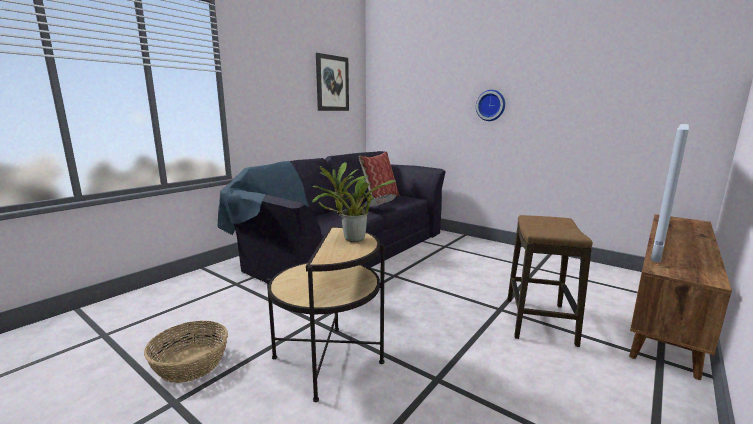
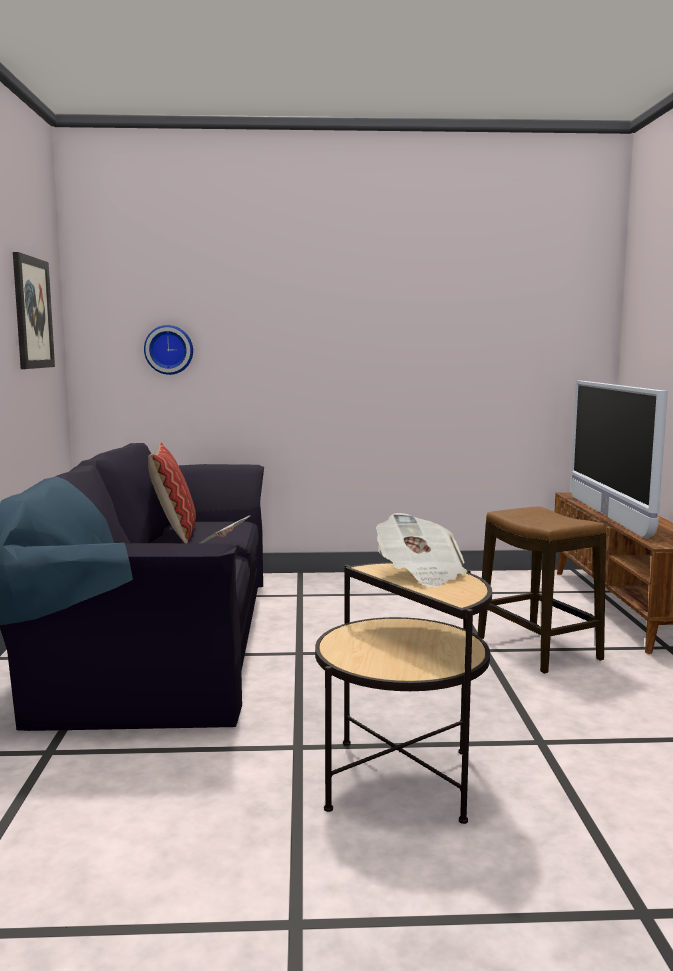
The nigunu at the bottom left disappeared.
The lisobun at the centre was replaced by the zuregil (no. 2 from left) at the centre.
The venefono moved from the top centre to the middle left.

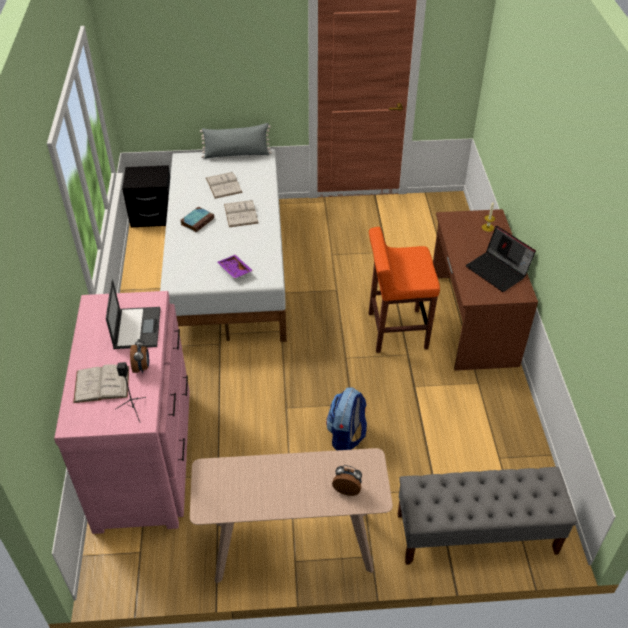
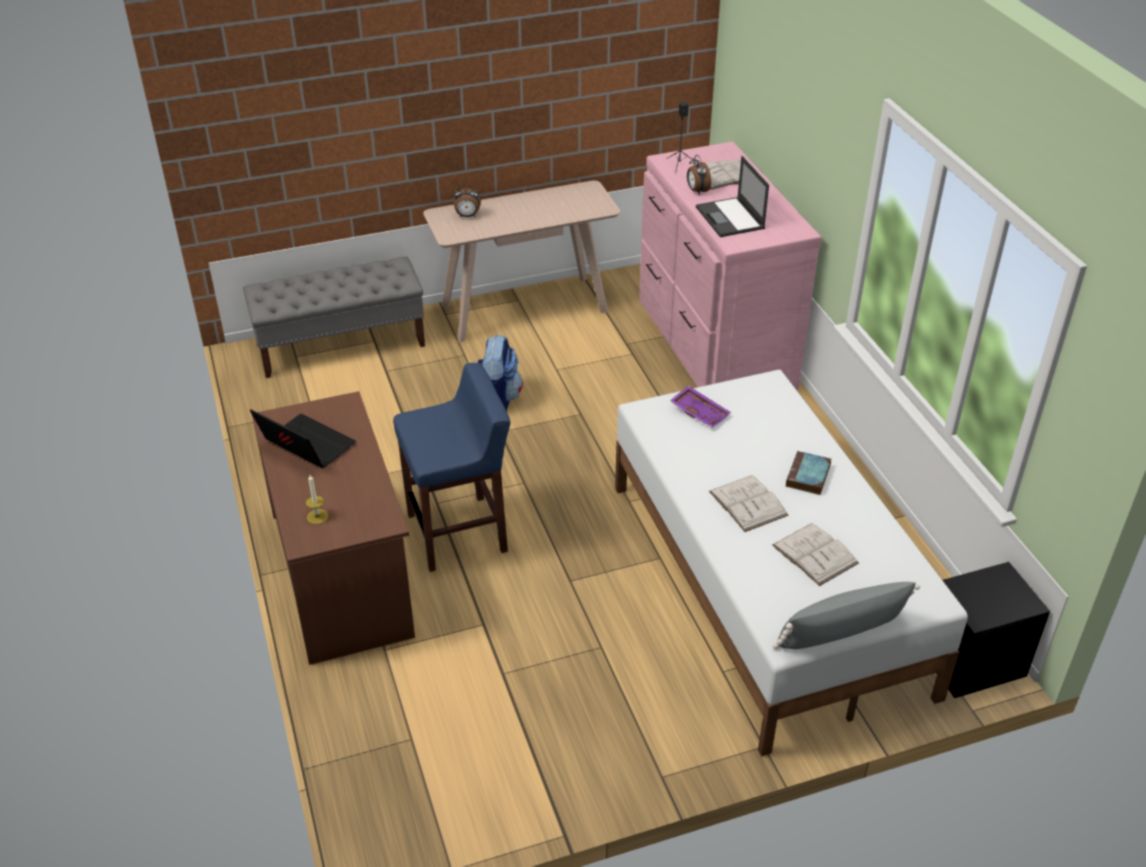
The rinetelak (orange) at the centre became the rinetelak (blue) at the centre.

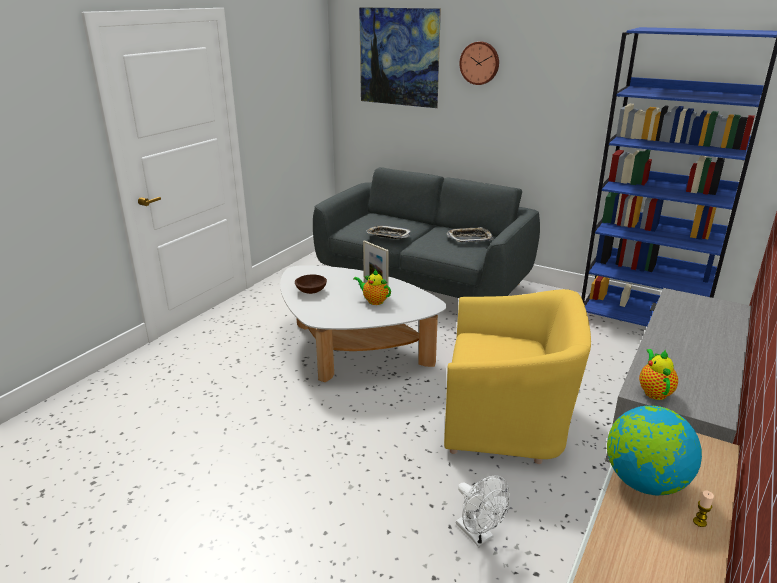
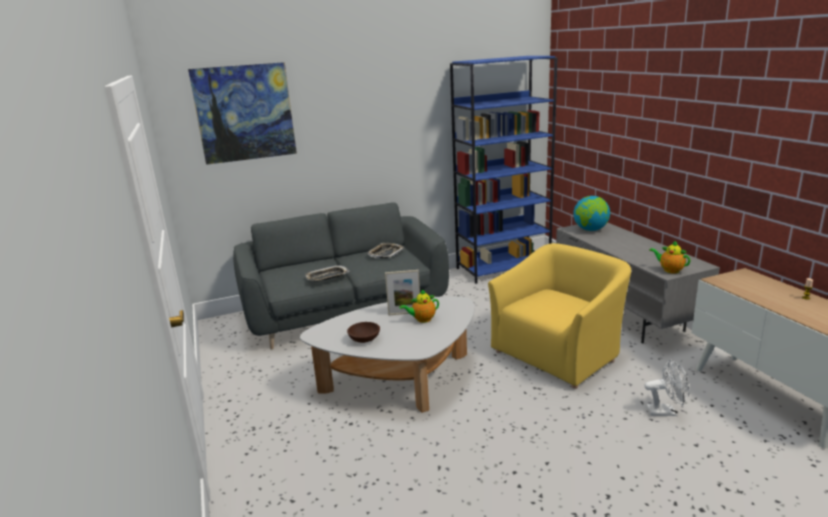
The venefono at the top centre disappeared.
The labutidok moved from the bottom right to the middle right.

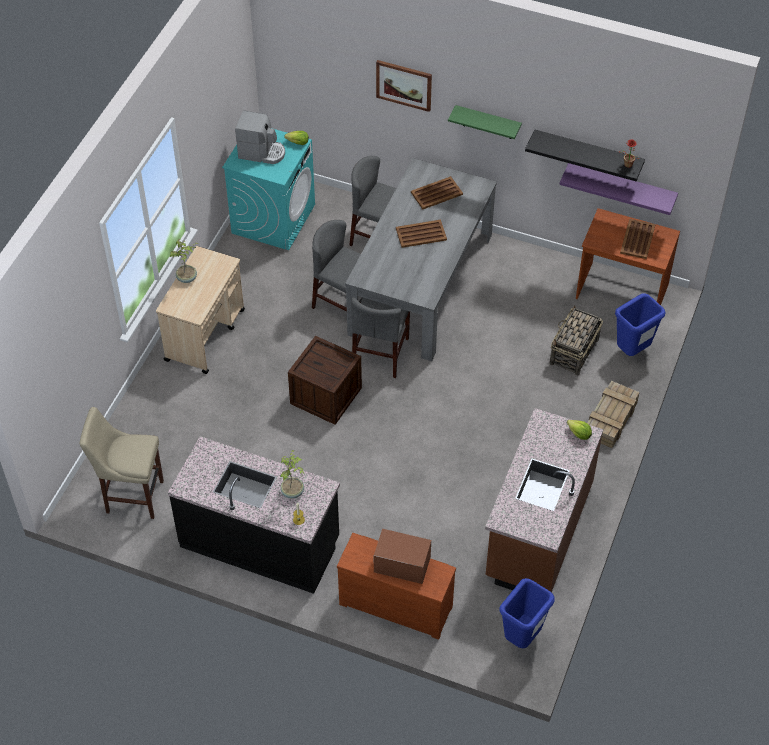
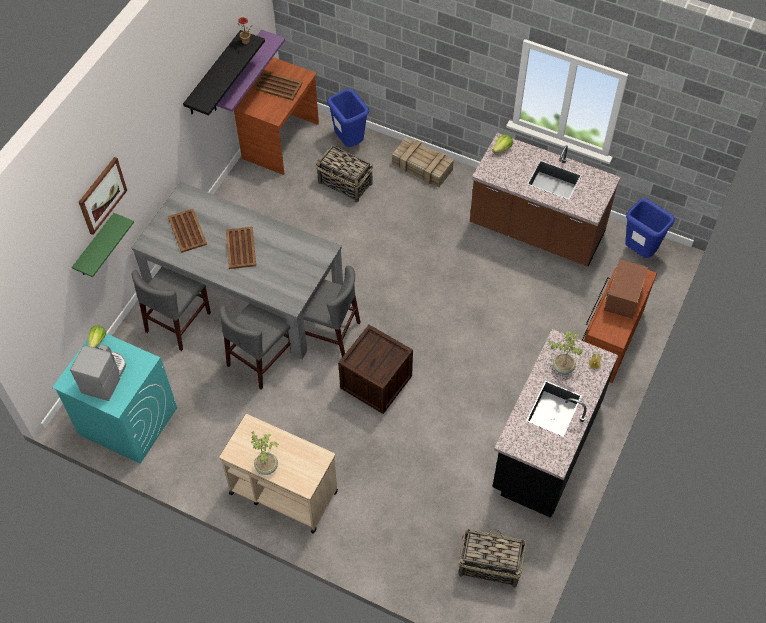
The rinetelak (beige) at the middle left was replaced by the nigunu (no. 2 from left) at the bottom centre.
The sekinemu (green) moved from the top centre to the middle left.

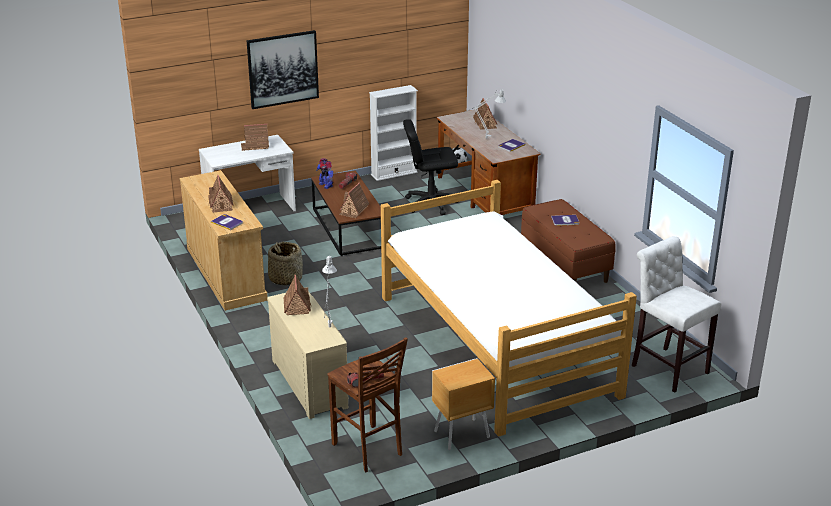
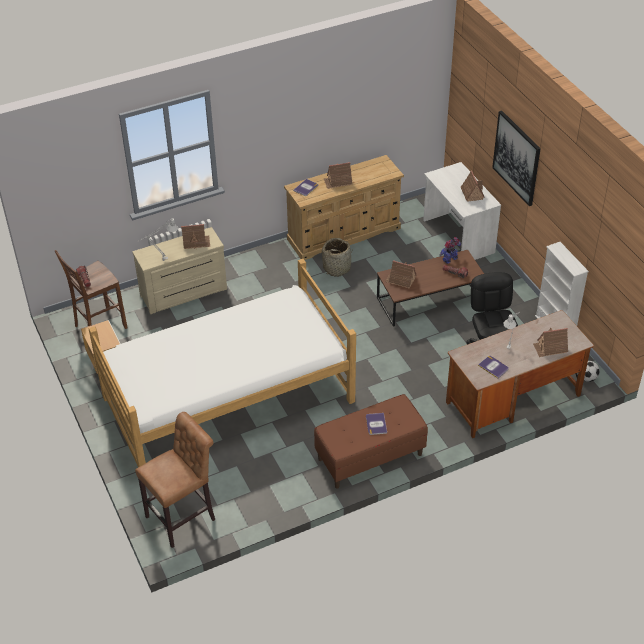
The rinetelak (white) at the middle right became the rinetelak (brown) (no. 2 from left) at the bottom left.

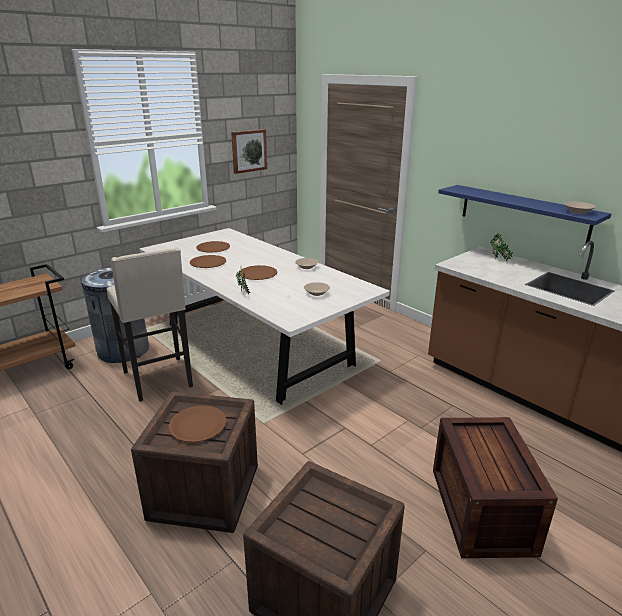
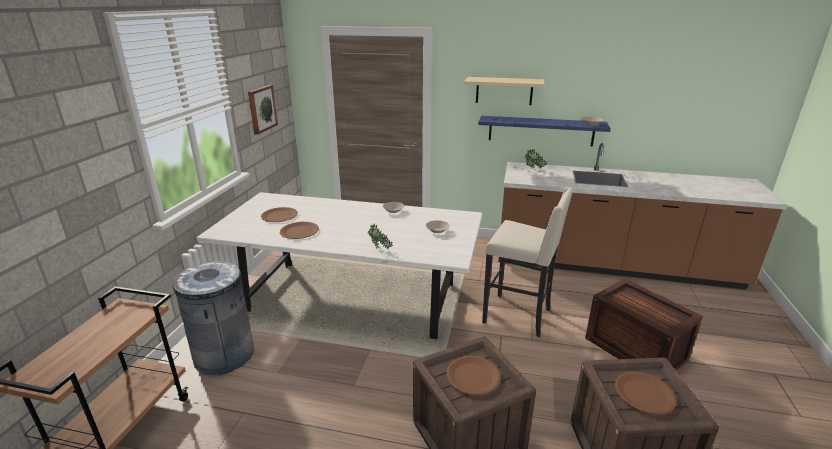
The rinetelak (beige) moved from the middle left to the centre.
The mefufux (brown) (no. 4 from left) moved from the centre to the bottom right.
The sekinemu (beige) at the top centre appeared.

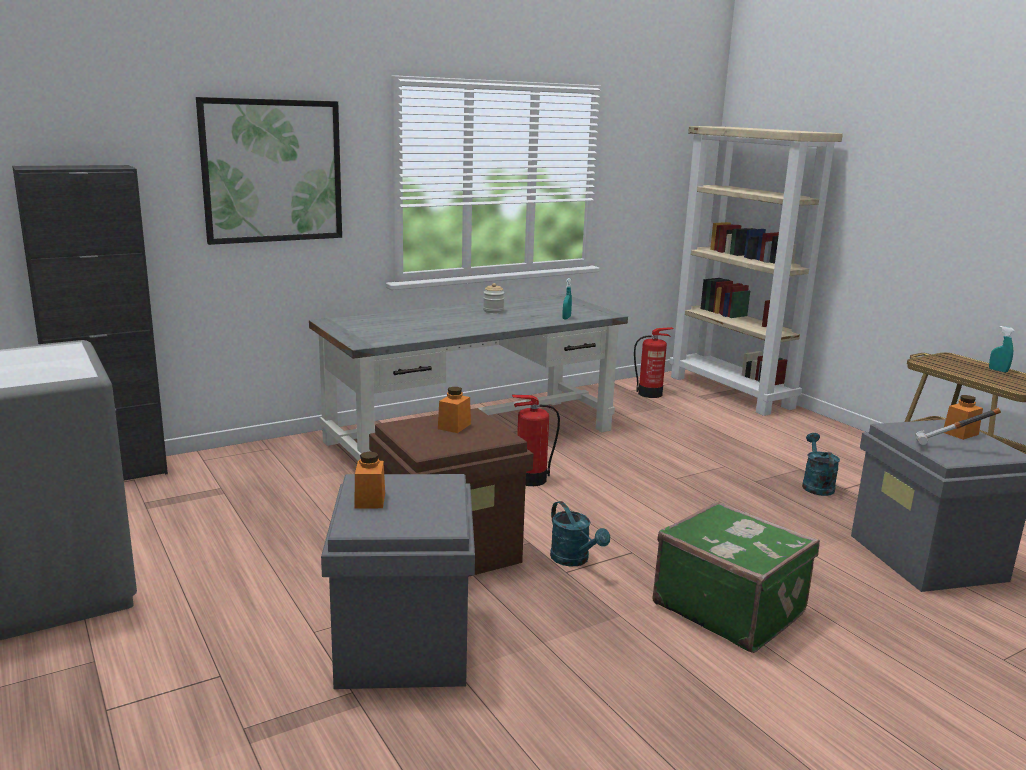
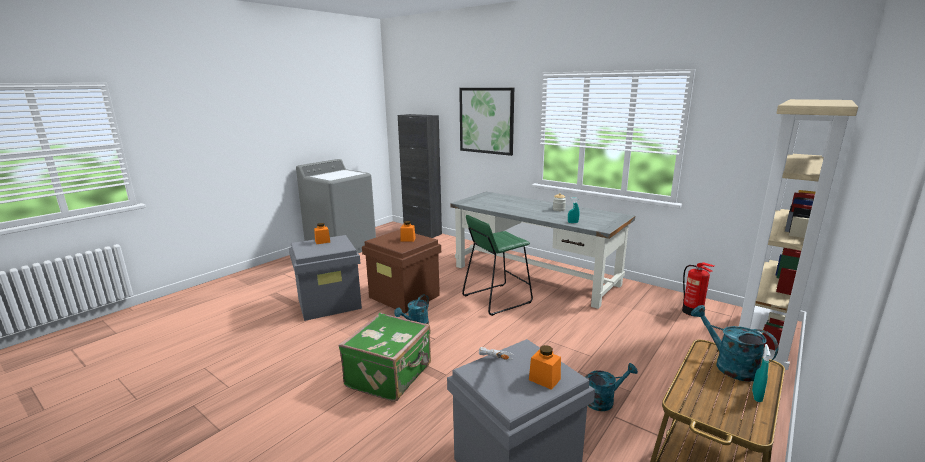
The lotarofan (no. 1 from left) at the centre was replaced by the rinetelak (green) at the centre.
The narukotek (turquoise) (no. 3 from left) at the bottom right appeared.

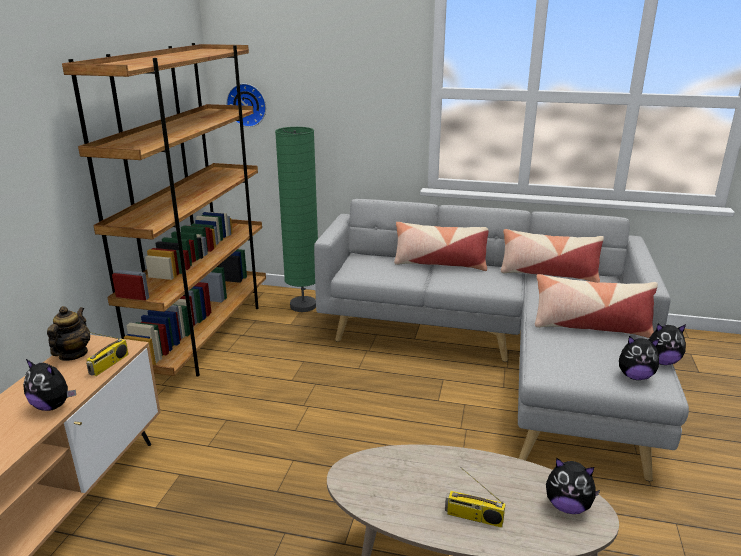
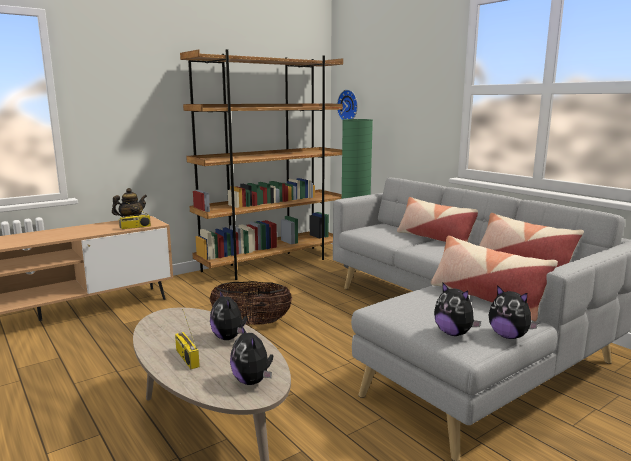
The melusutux (no. 1 from left) moved from the bottom left to the bottom centre.
The nigunu at the centre appeared.

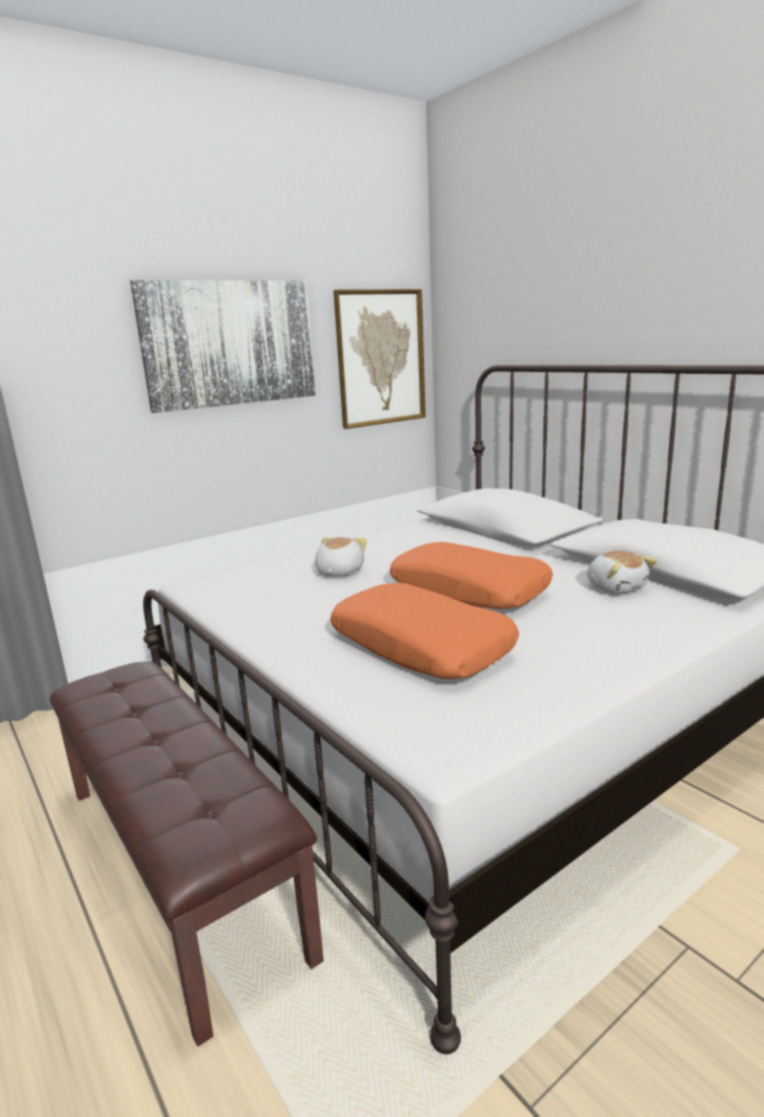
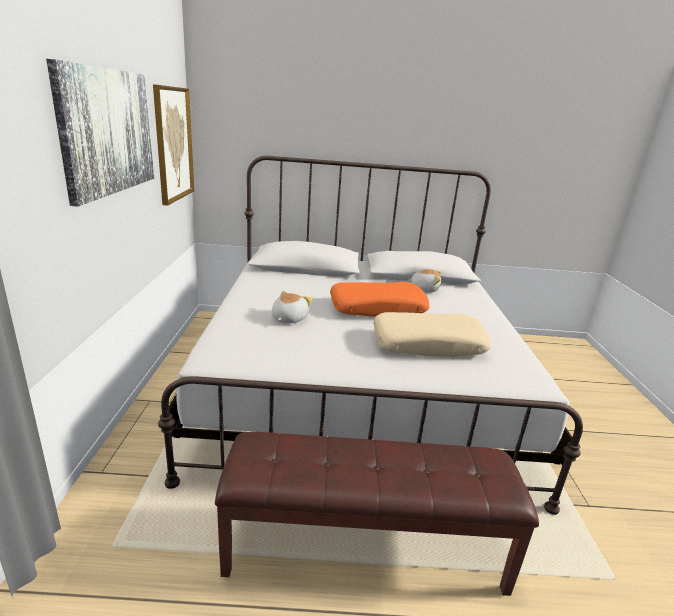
The melusutux (no. 1 from left) at the centre turned 60 degrees clockwise.
The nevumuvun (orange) (no. 1 from left) at the centre became the nevumuvun (beige) at the centre.

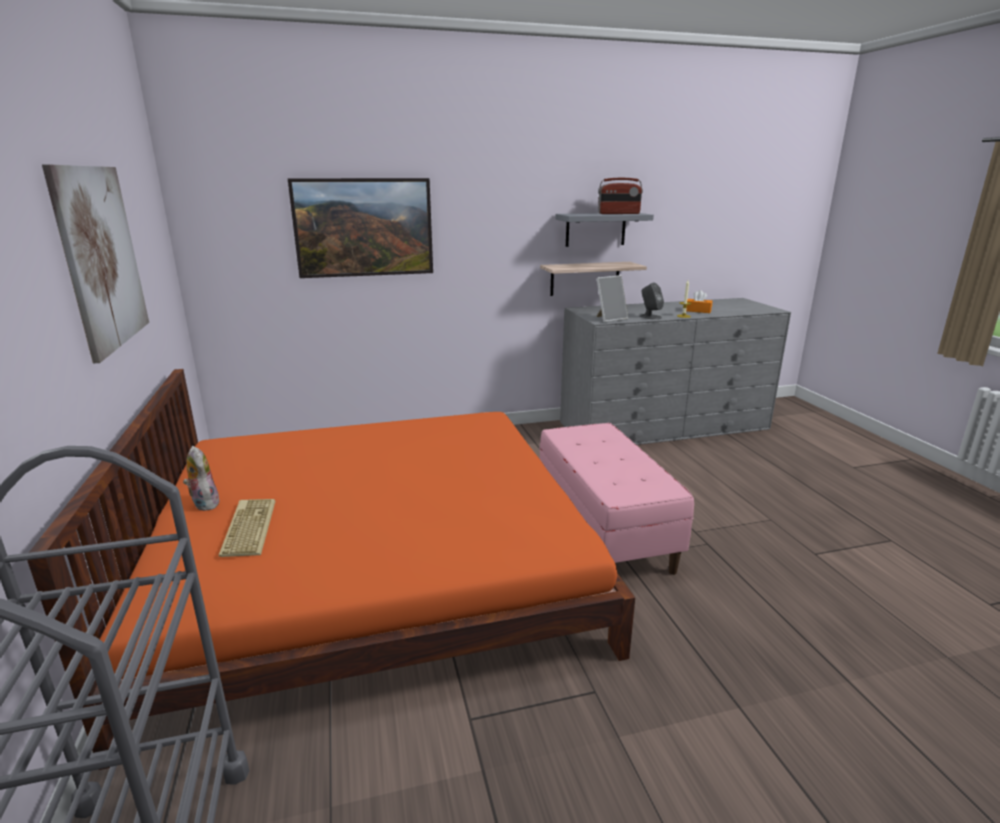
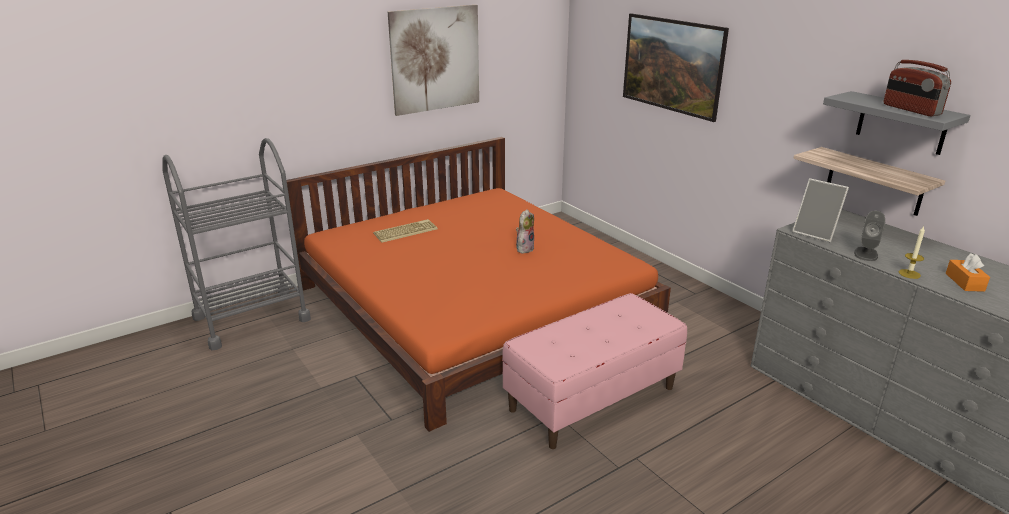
The melusutux moved from the middle left to the centre.

